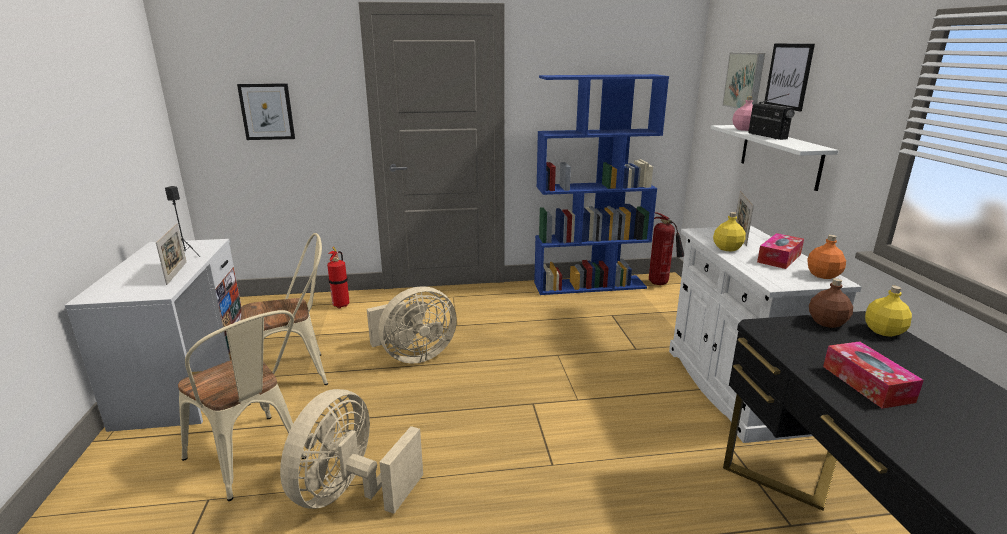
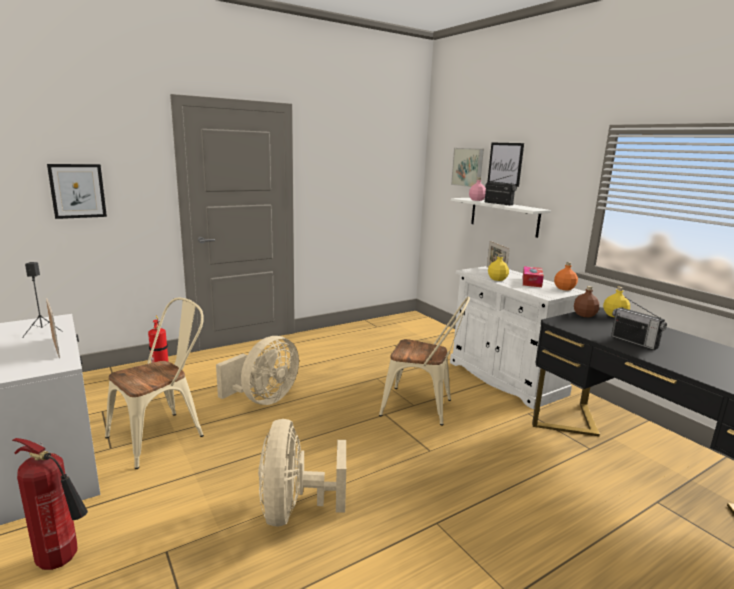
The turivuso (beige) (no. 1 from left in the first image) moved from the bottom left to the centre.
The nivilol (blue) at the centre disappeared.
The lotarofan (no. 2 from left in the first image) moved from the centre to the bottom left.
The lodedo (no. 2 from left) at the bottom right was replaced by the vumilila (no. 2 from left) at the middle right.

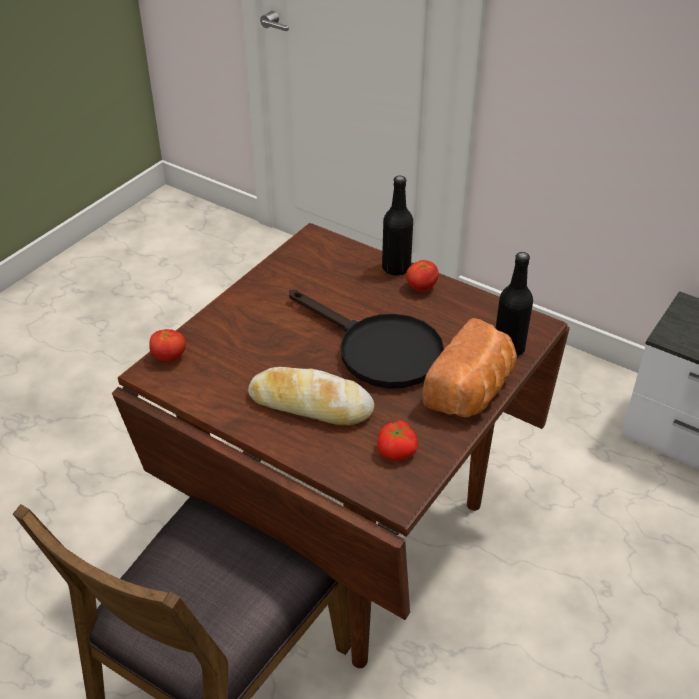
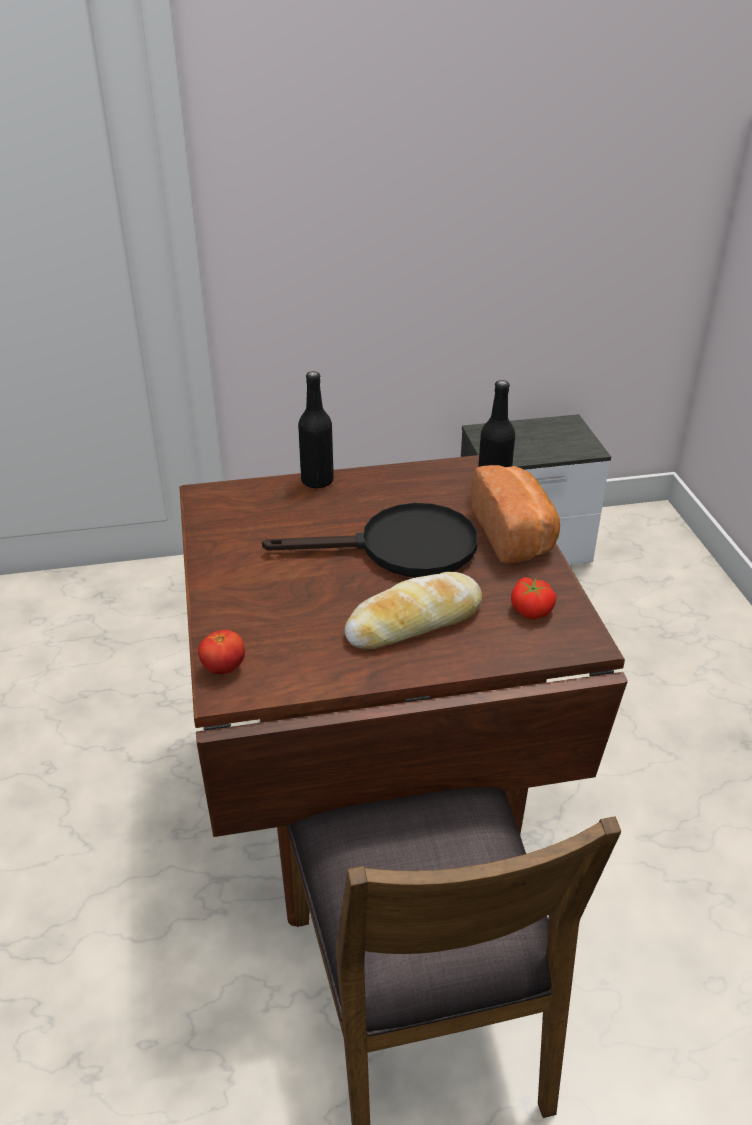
The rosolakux (no. 3 from left) at the centre disappeared.

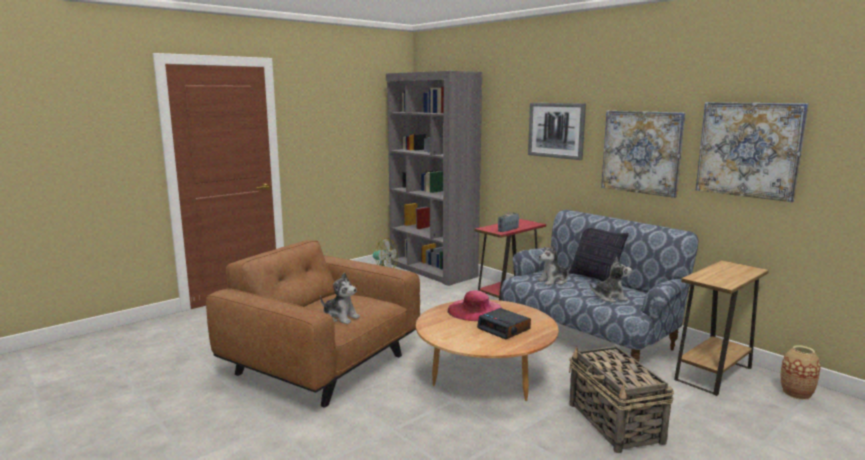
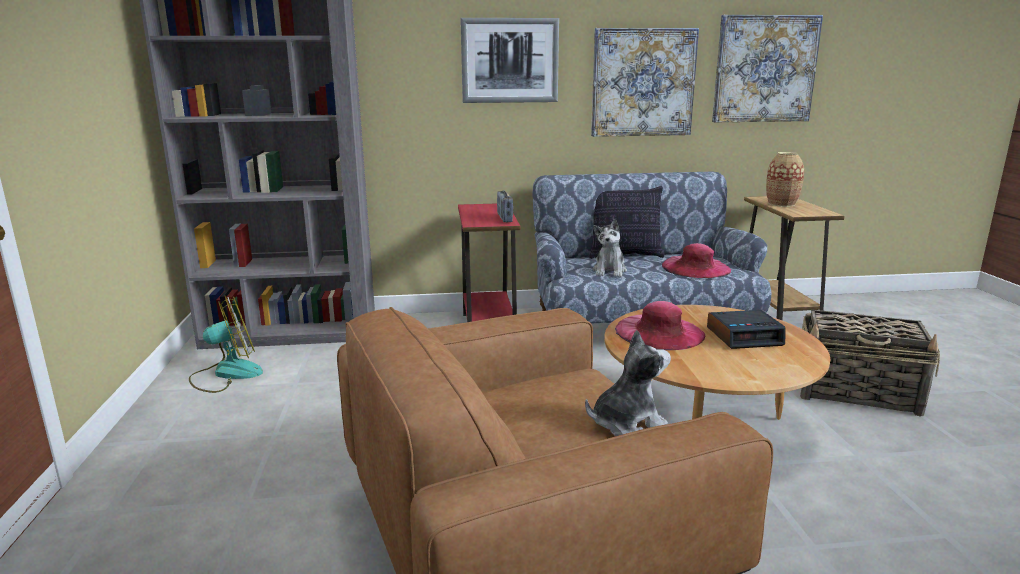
The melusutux (no. 3 from left) at the middle right was replaced by the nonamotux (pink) (no. 2 from left) at the middle right.
The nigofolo moved from the bottom right to the top right.

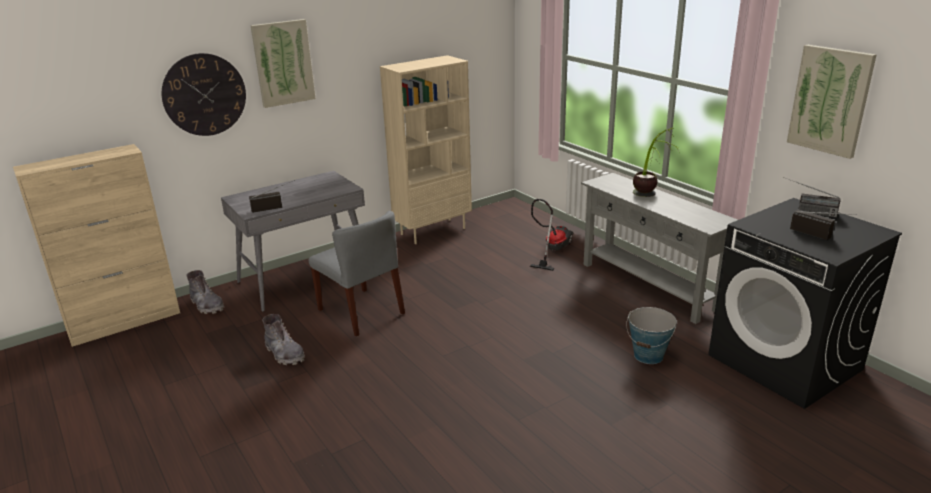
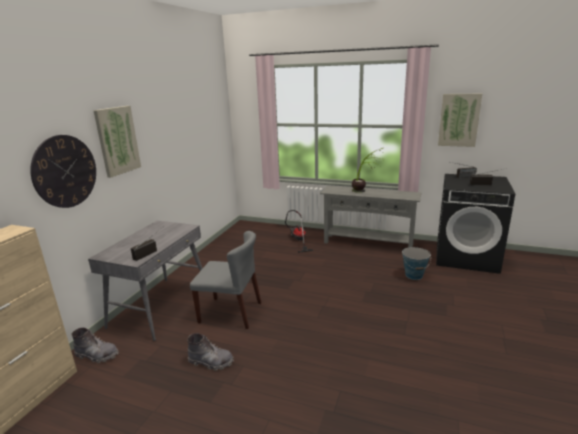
The nivilol (beige) at the top centre disappeared.

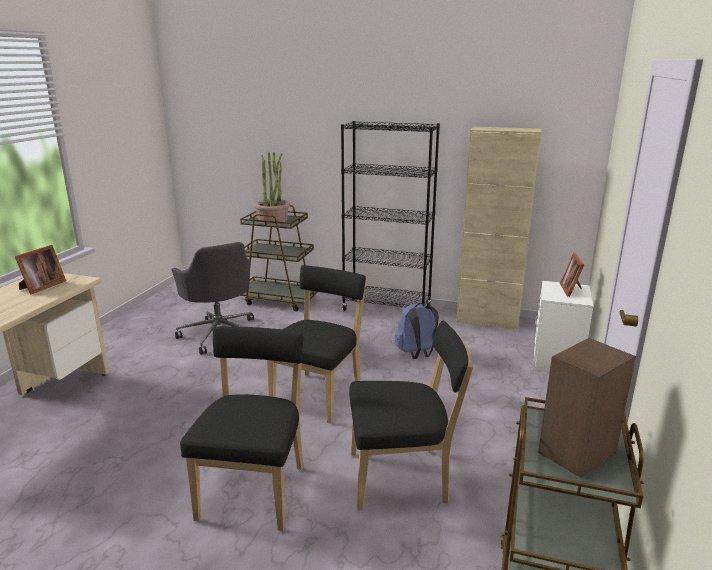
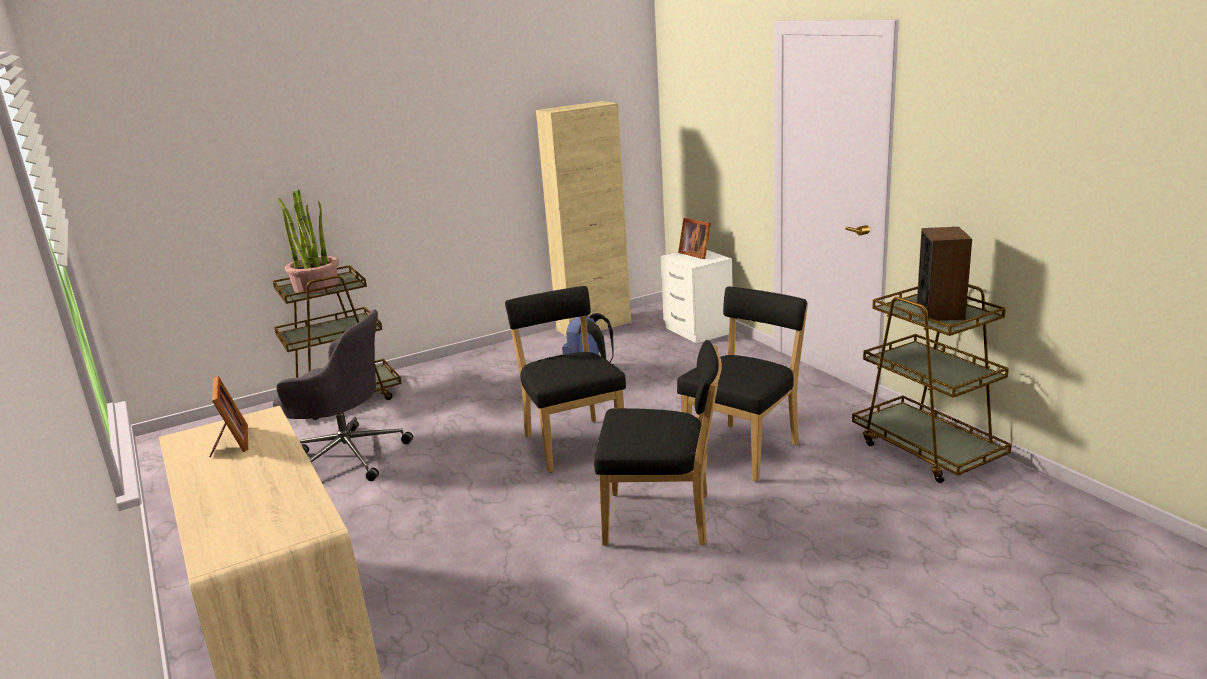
The turivuso (black) (no. 1 from left in the first image) at the bottom centre turned 135 degrees clockwise.
The nivilol (black) at the centre disappeared.

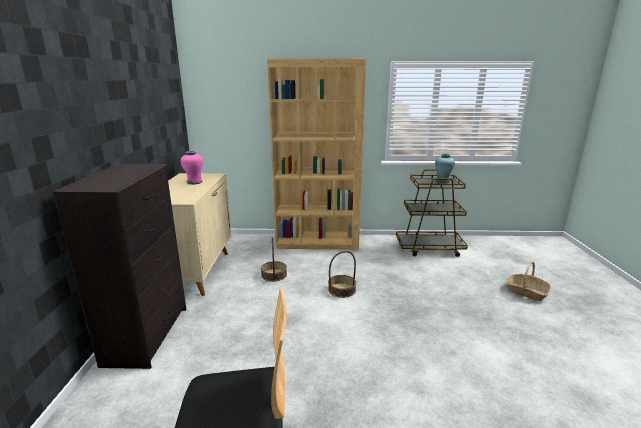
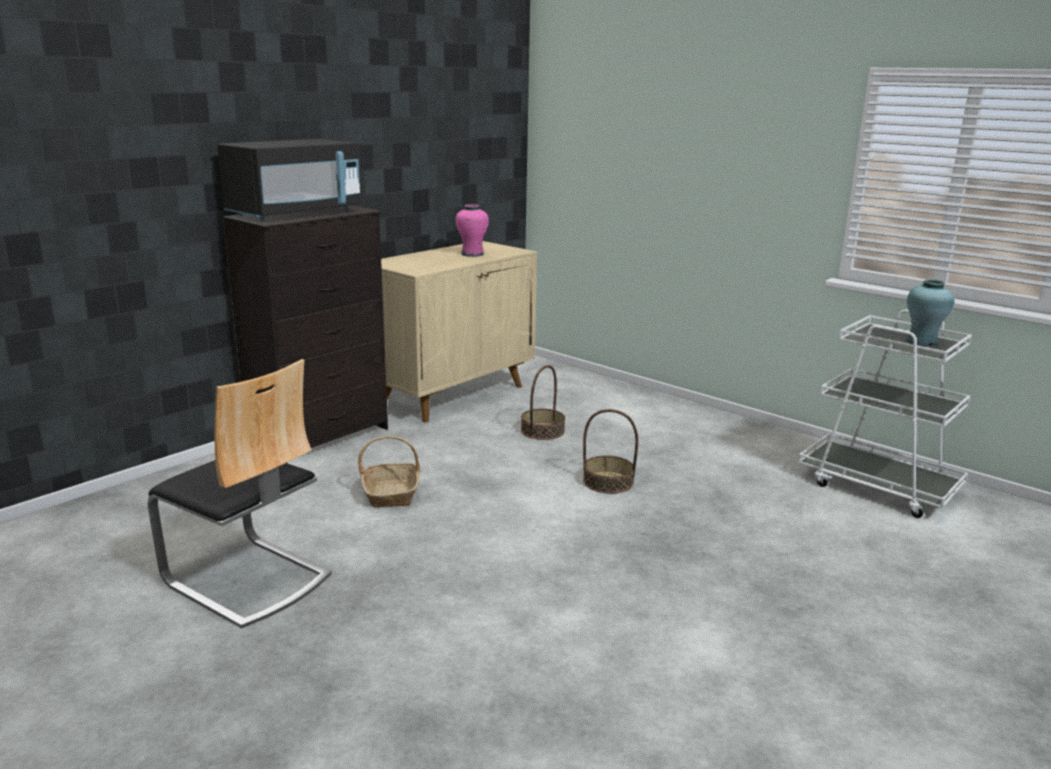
The nivilol (brown) at the centre disappeared.
The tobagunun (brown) at the middle right became the tobagunun (white) at the middle right.
The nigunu (no. 3 from left in the first image) moved from the middle right to the centre.
The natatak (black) at the top left appeared.

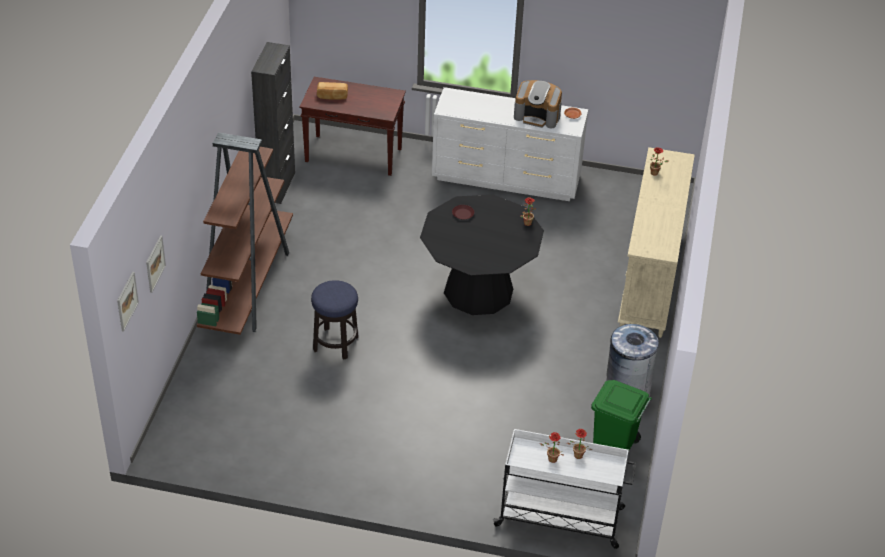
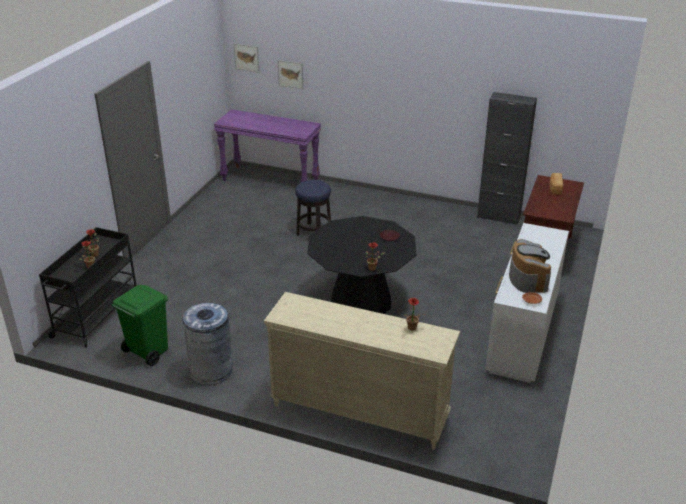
The nivilol (brown) at the middle left disappeared.
The tobagunun (white) at the bottom centre became the tobagunun (black) at the middle left.
The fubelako at the top centre turned 150 degrees clockwise.
The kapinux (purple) at the top centre appeared.

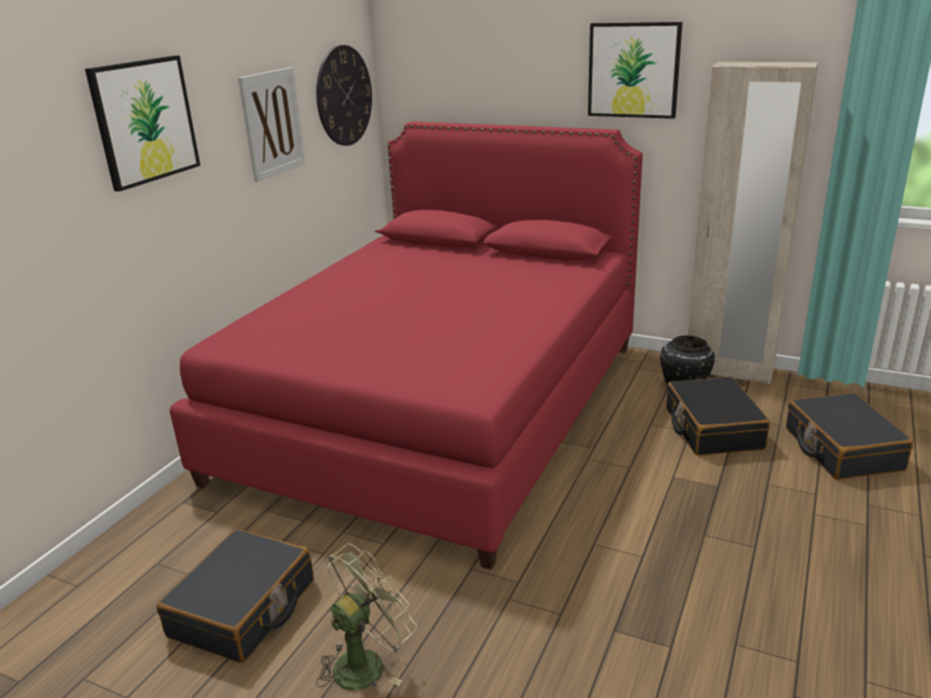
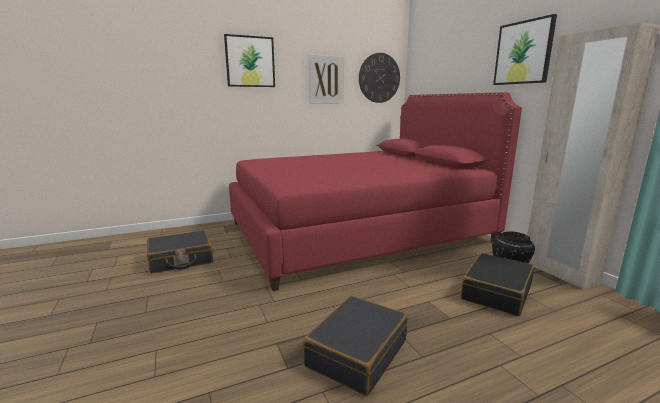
The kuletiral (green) at the bottom centre disappeared.
The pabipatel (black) (no. 3 from left in the first image) moved from the middle right to the bottom centre.

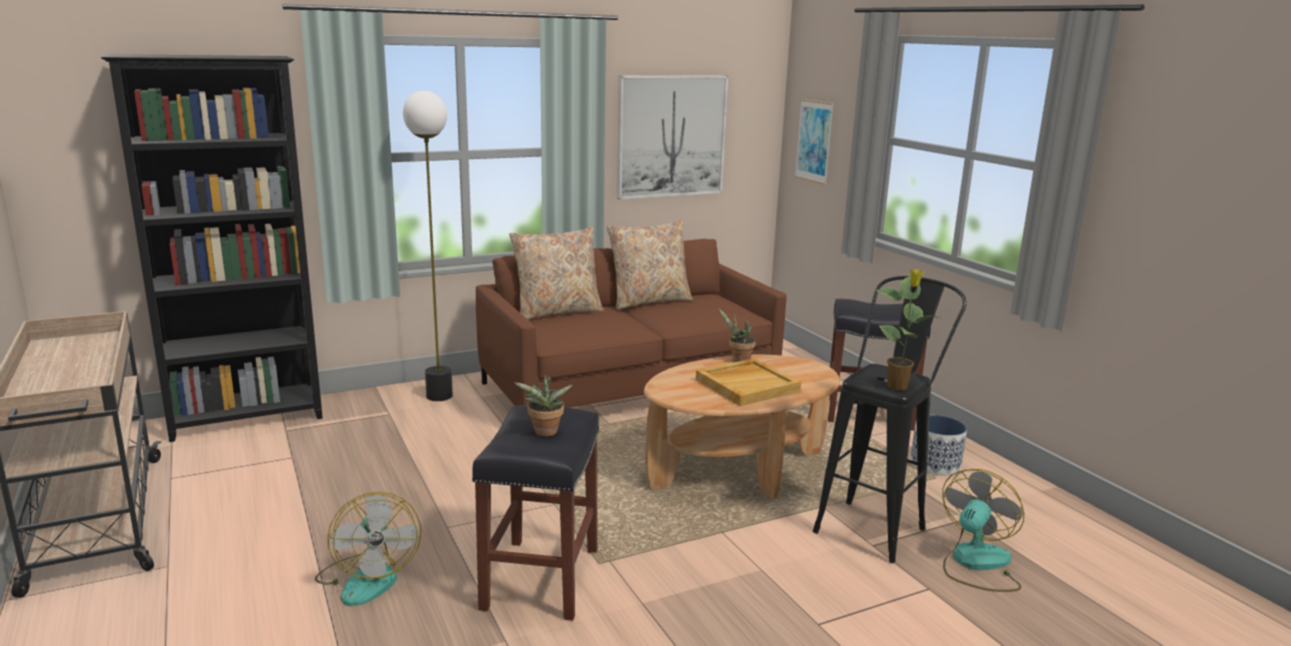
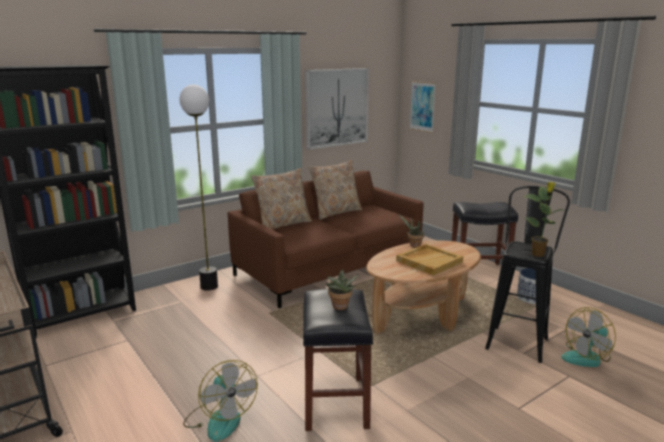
The kuletiral (no. 2 from left) at the bottom right turned 150 degrees counterclockwise.

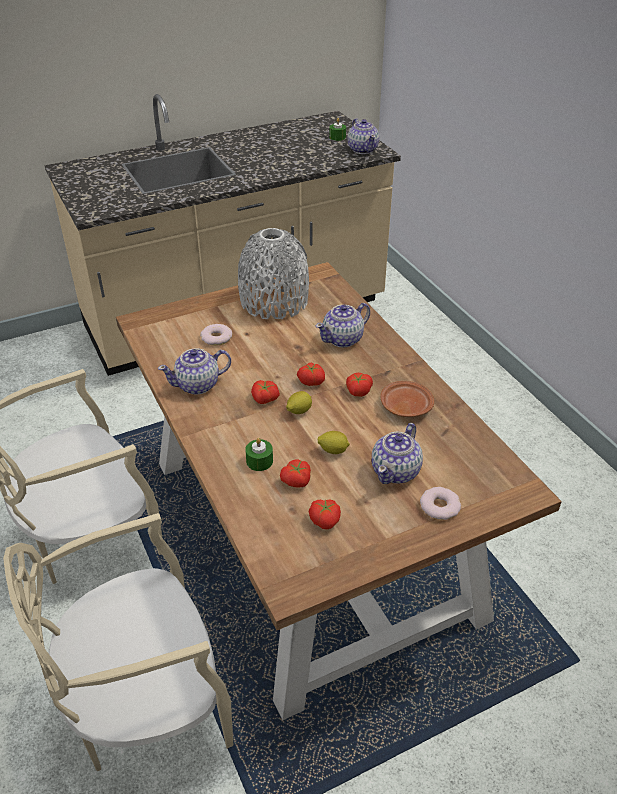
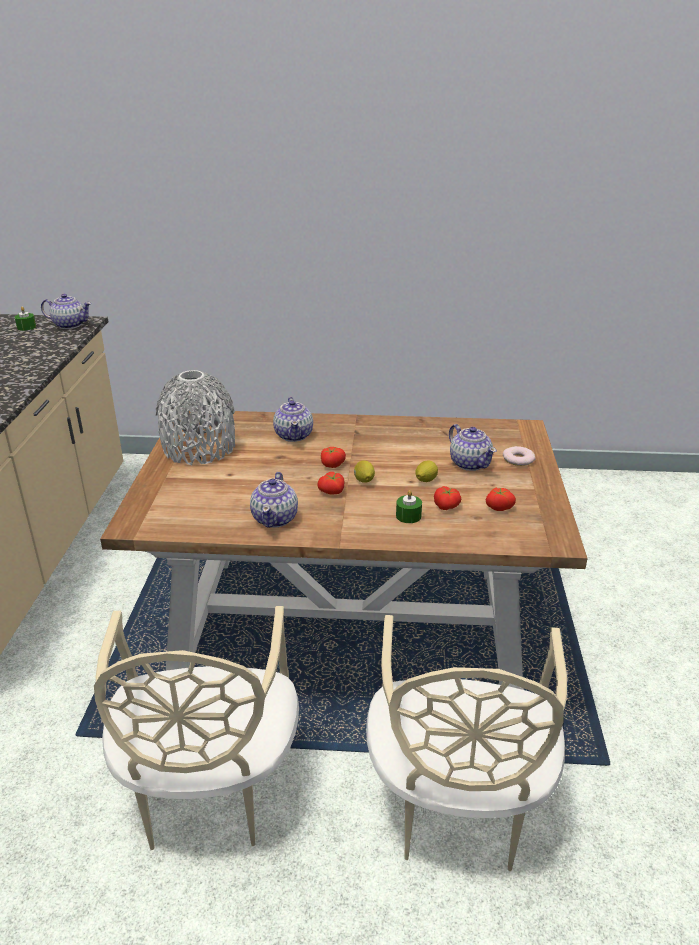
The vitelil (no. 1 from left) at the centre disappeared.
The rosolakux (no. 5 from left) at the centre disappeared.
The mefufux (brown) at the centre disappeared.

